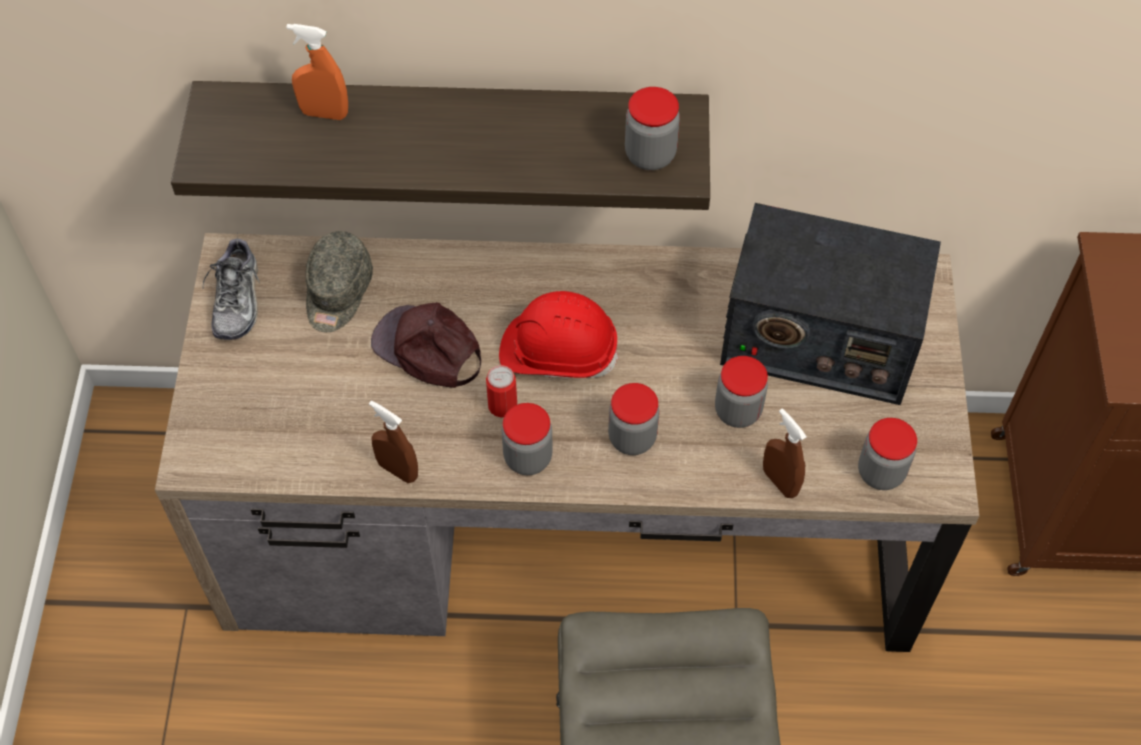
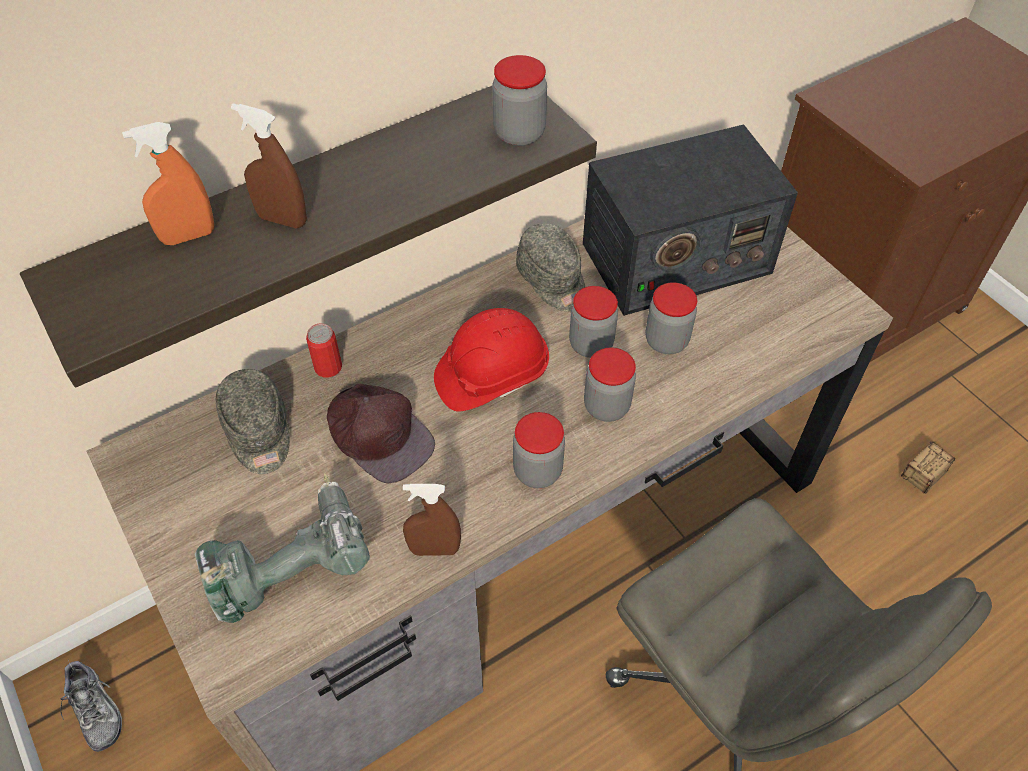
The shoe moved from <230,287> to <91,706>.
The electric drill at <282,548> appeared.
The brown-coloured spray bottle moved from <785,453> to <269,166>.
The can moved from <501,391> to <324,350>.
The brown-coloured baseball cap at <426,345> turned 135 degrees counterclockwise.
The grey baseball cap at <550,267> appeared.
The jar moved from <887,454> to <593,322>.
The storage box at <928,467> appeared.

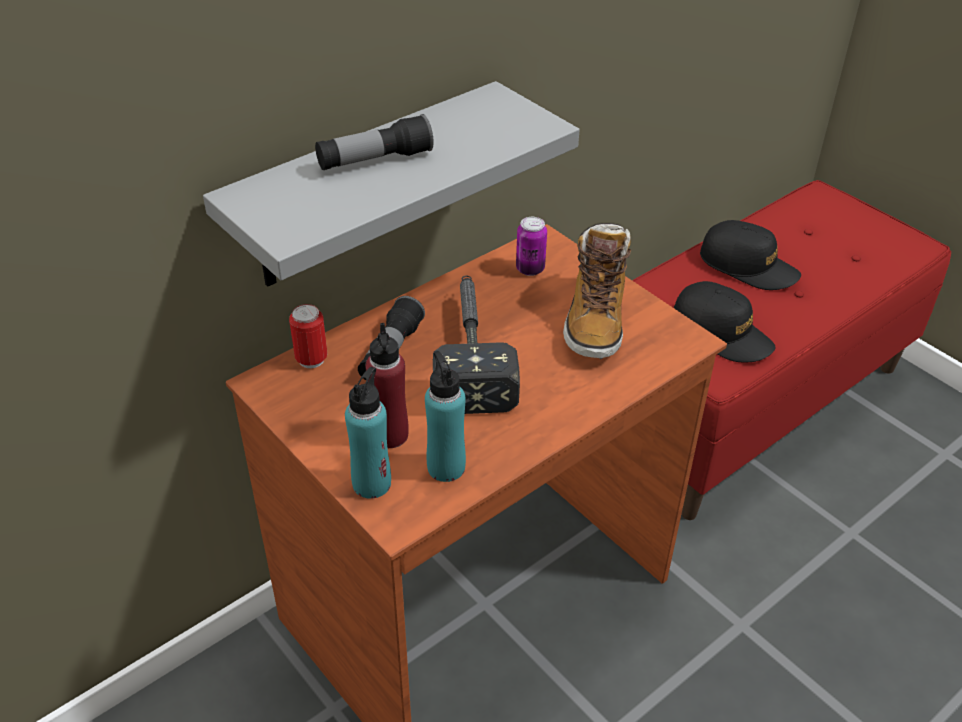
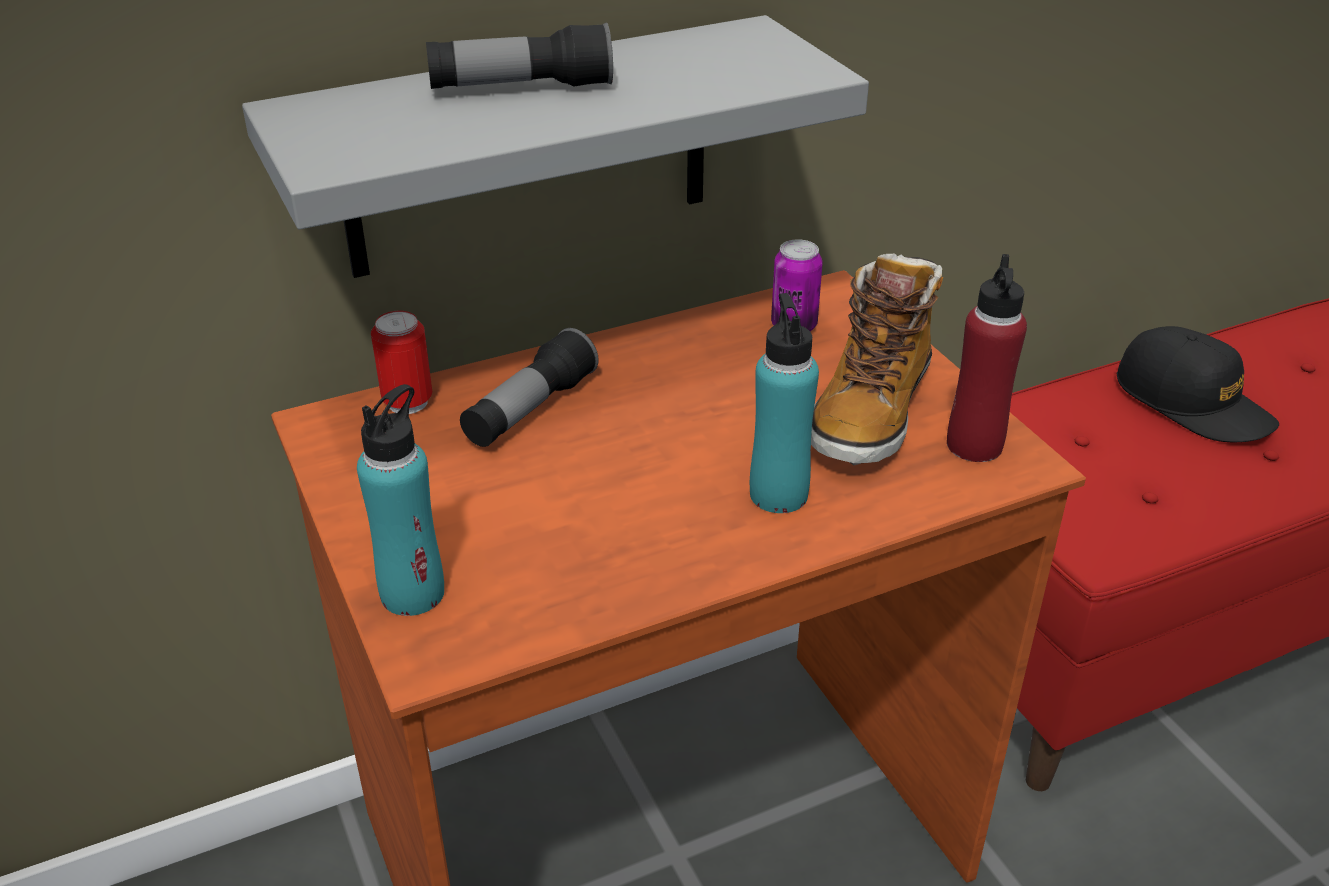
The blue-green bottle moved from <445,416> to <784,403>.
The red bottle moved from <387,385> to <987,358>.
The tool hammer at <476,345> disappeared.
The blackish baseball cap at <725,322> disappeared.

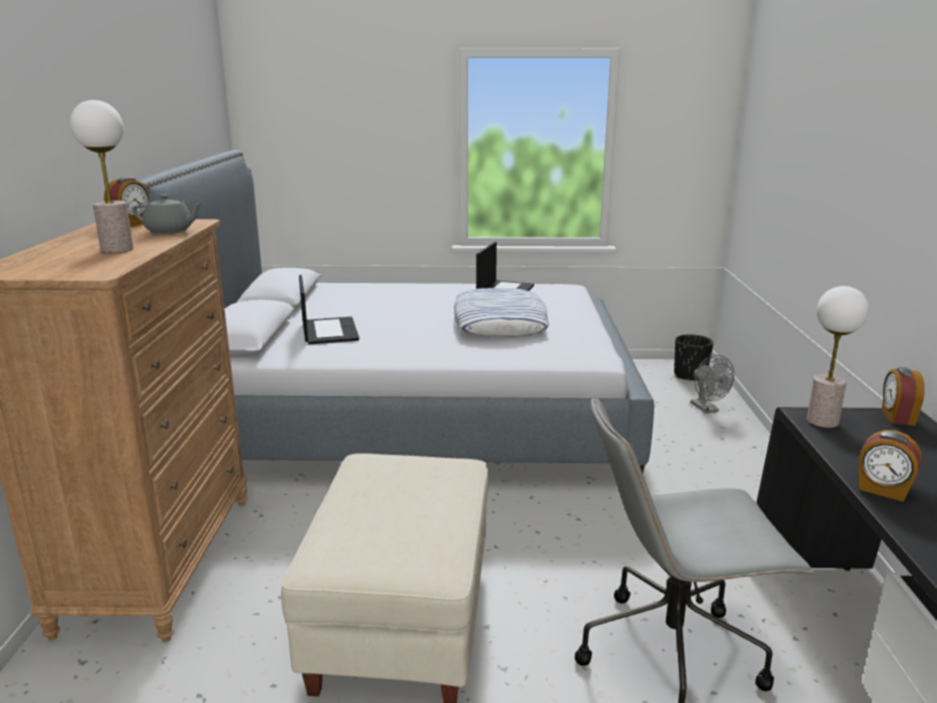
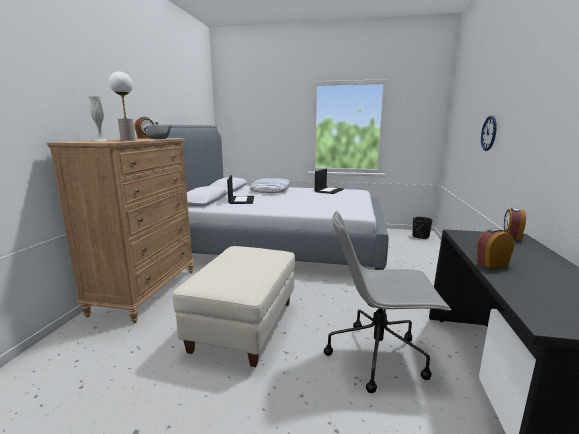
The whitish flower vase at <98,118> appeared.
The pillow moved from <501,312> to <270,185>.
The table clock at <890,466> turned 120 degrees clockwise.
The clock on the wall at <489,133> appeared.
The grey fan at <712,384> disappeared.
The tabletop lamp at <838,357> disappeared.

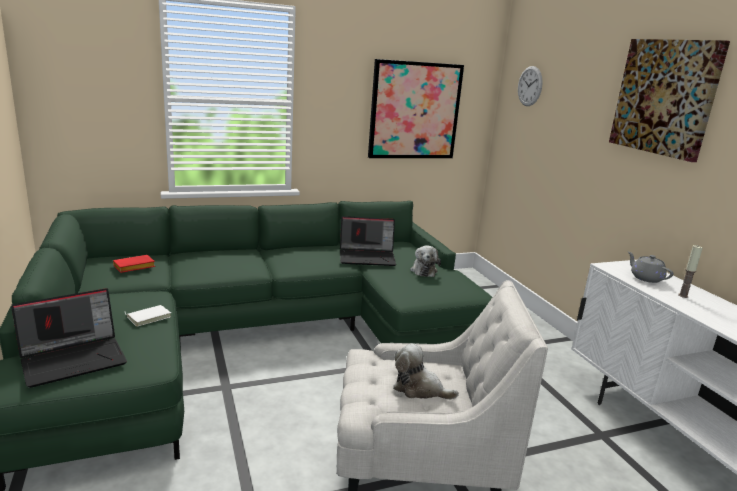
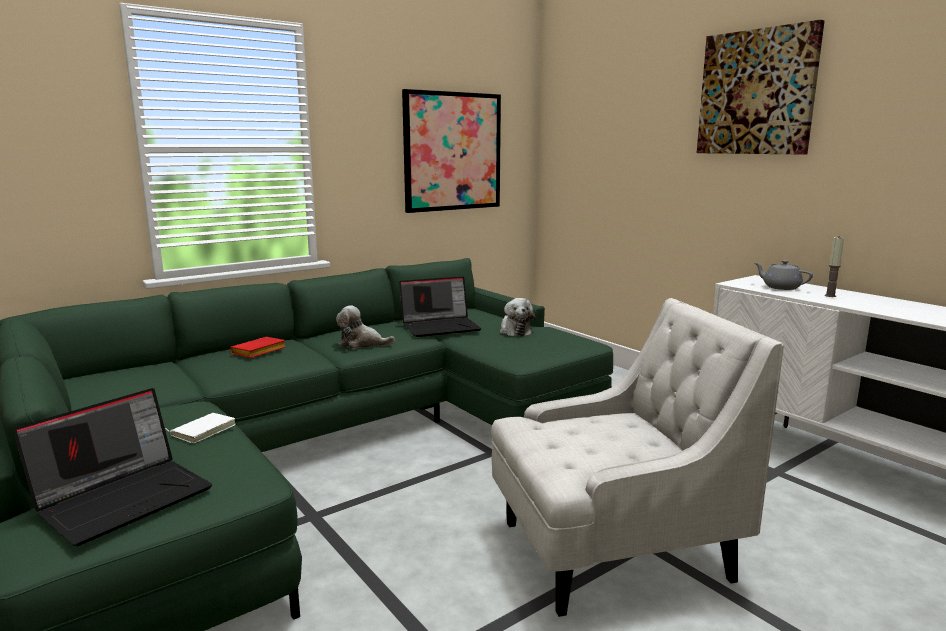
The red bound book moved from <134,264> to <258,347>.
The plush toy moved from <426,371> to <365,327>.
The clock on the wall at <530,86> disappeared.

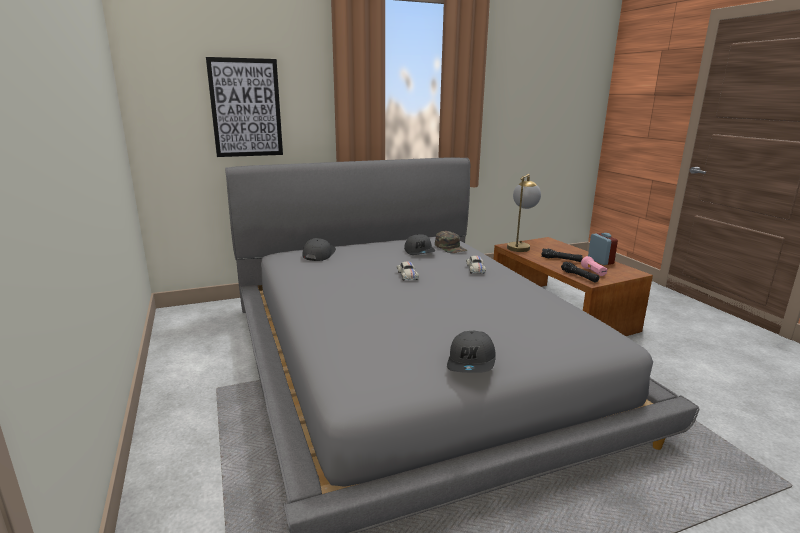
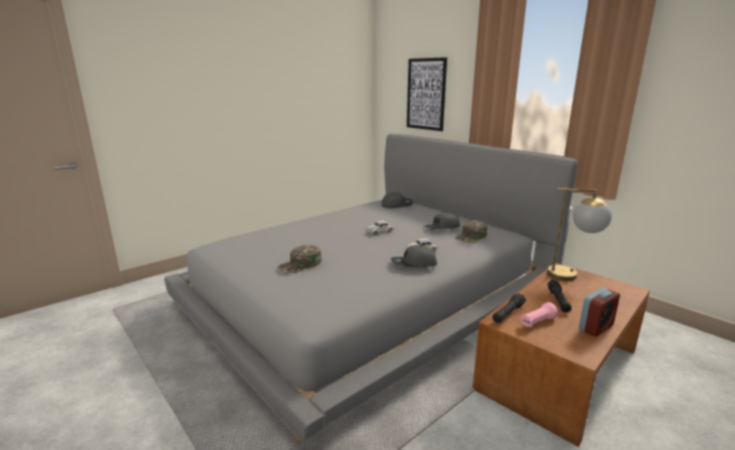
The greenish baseball cap at <299,259> appeared.
The grey baseball cap moved from <471,352> to <414,256>.

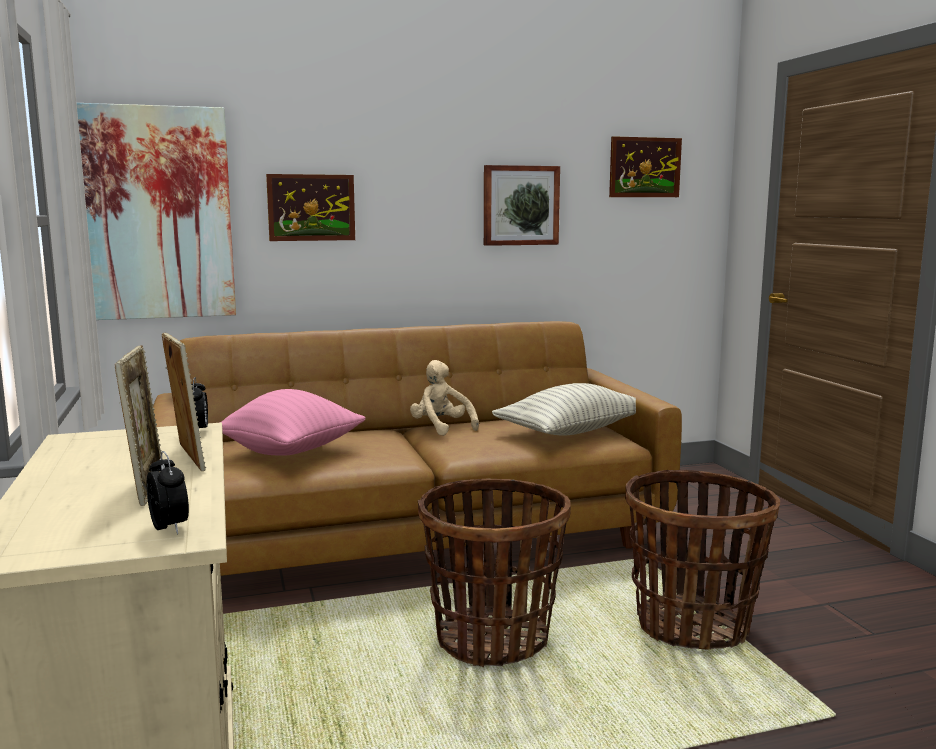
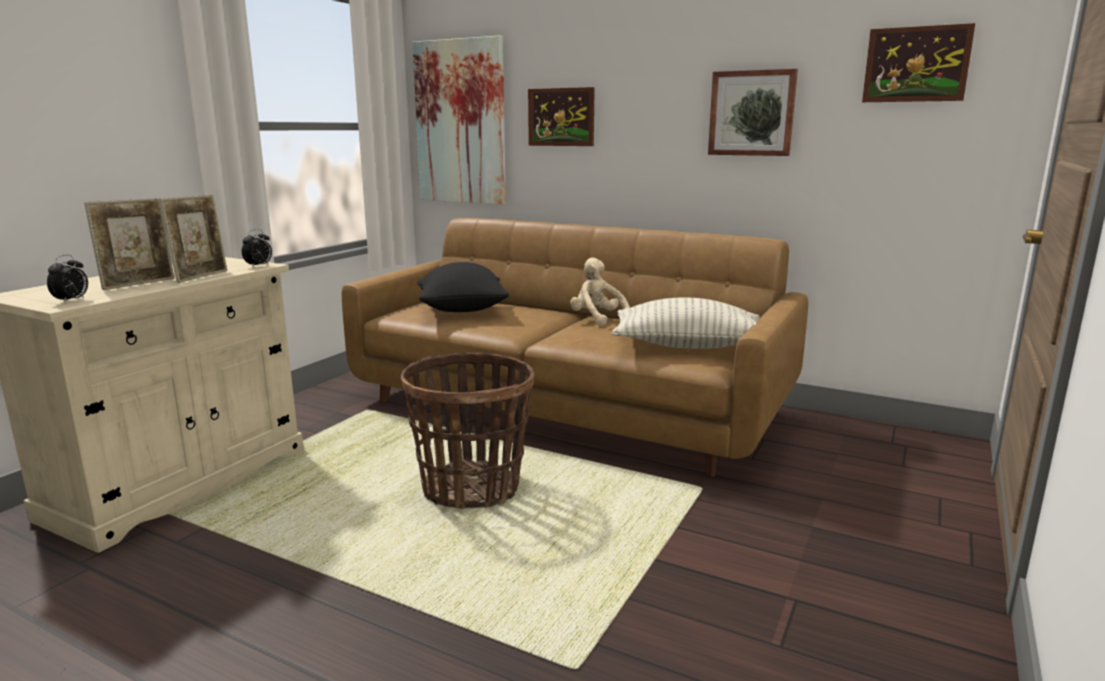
The pinkish pillow at <292,422> became the blackish pillow at <463,287>.
The beige-coloured plush toy at <444,398> turned 45 degrees counterclockwise.
The storage basket at <702,560> disappeared.

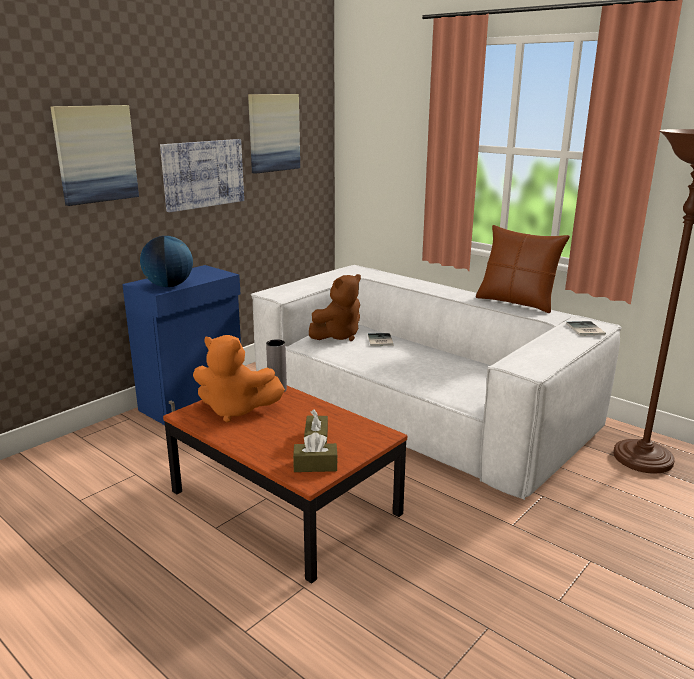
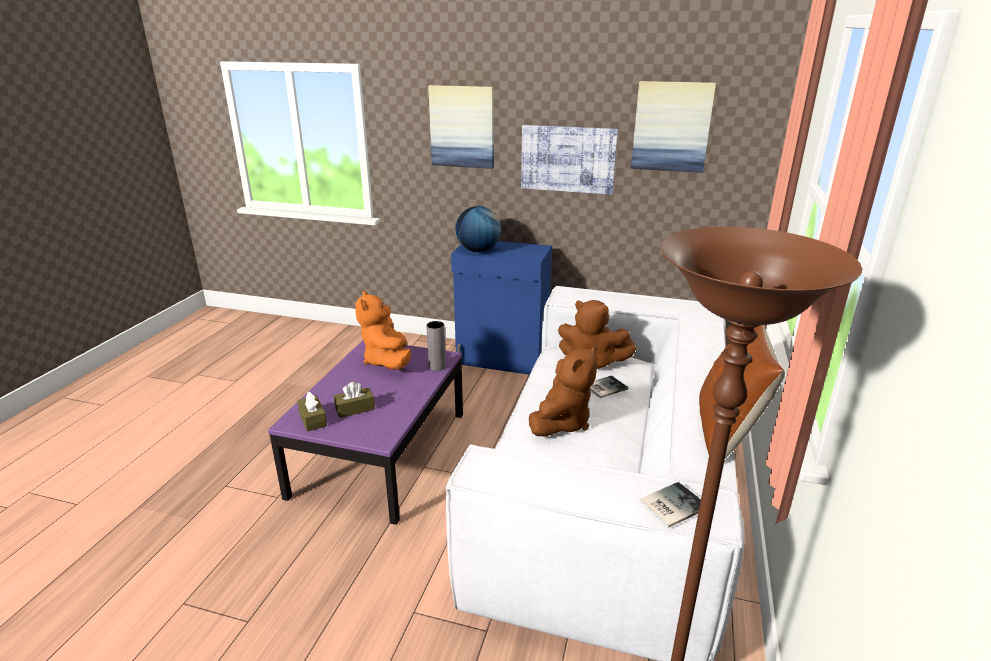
The brown-coloured lounge table at <285,485> became the purple lounge table at <365,432>.
The brown-coloured plush toy at <563,391> appeared.

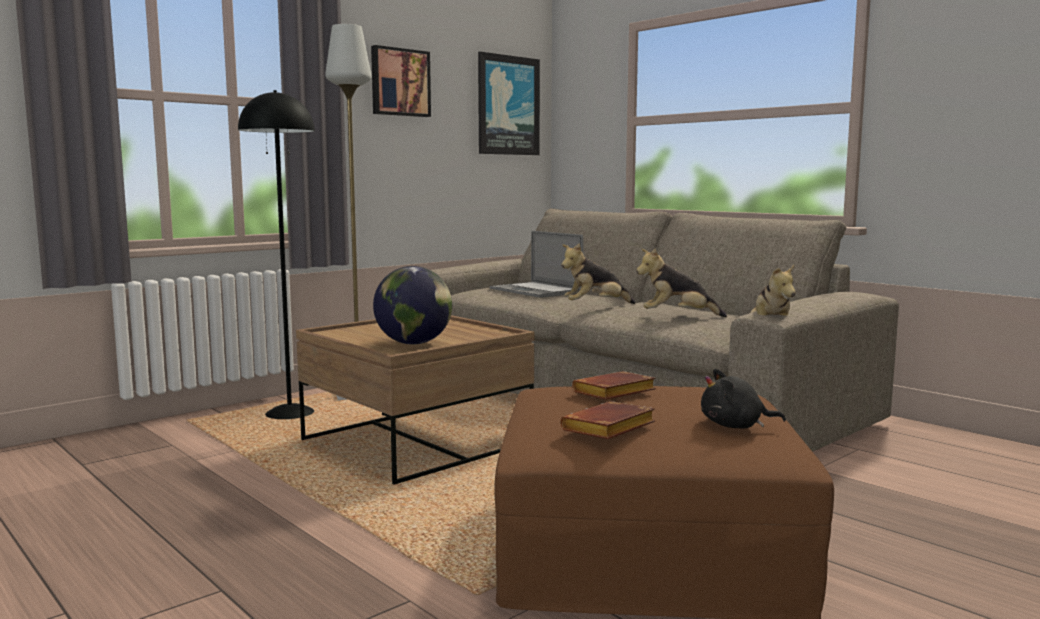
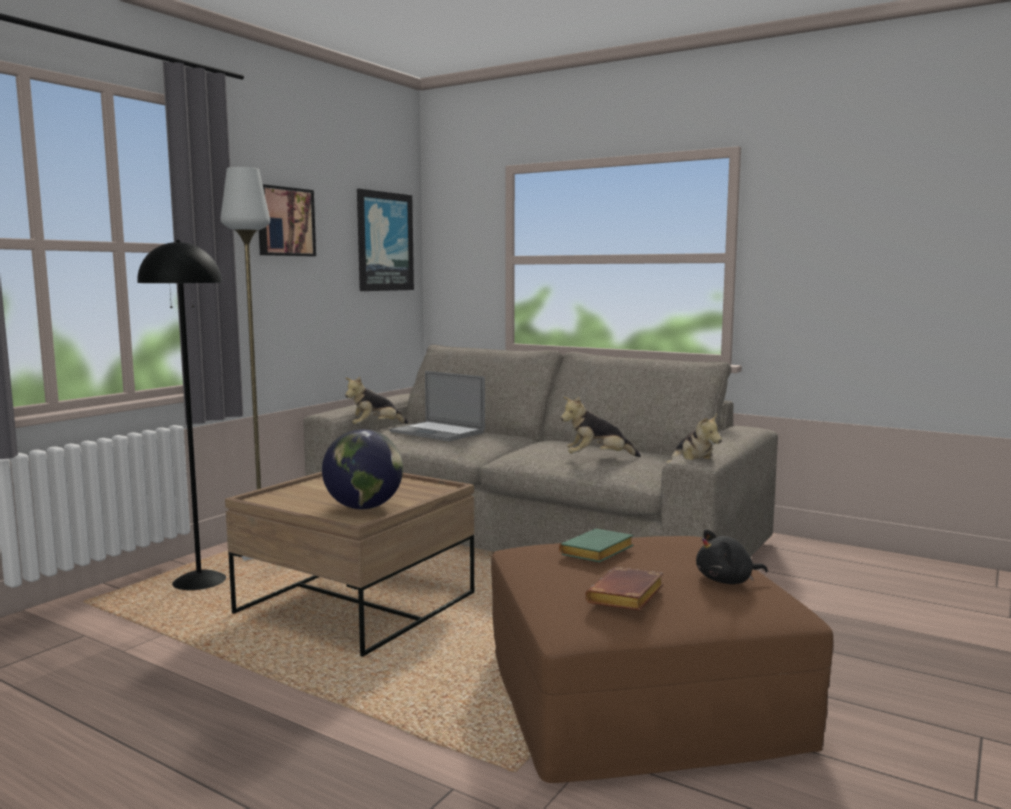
The plush toy moved from <598,273> to <376,400>.
The brown-coloured bound book at <614,385> became the greenish bound book at <596,545>.

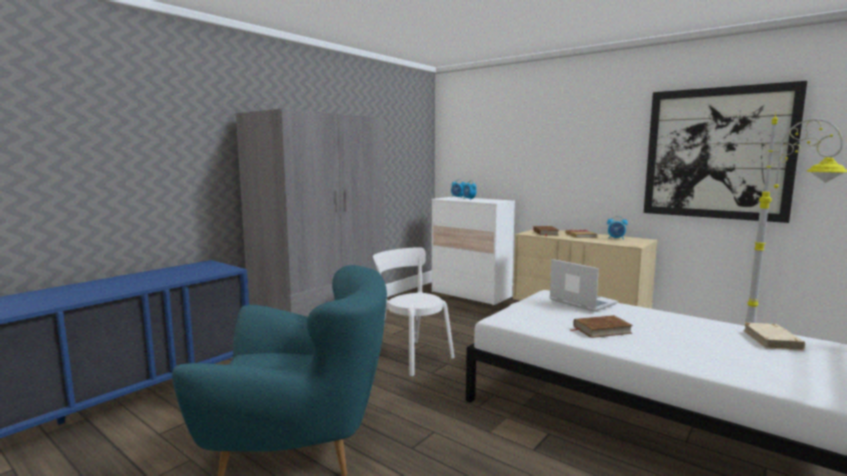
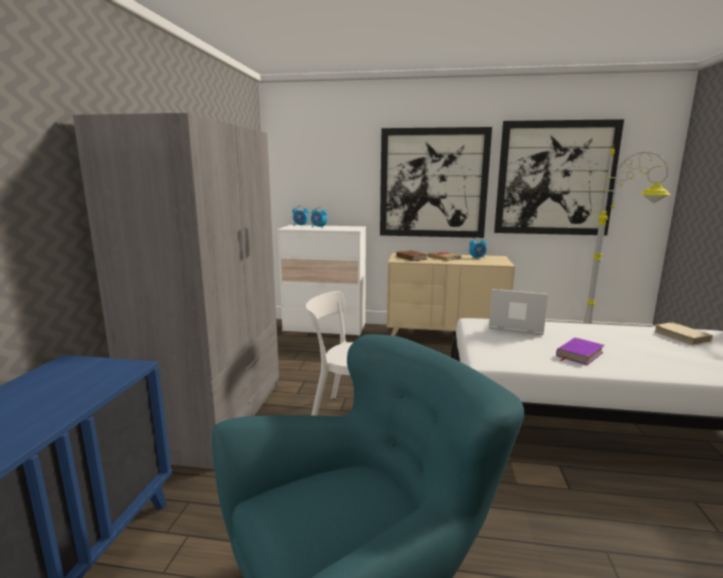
The wall art at <436,182> appeared.
The brown-coloured bound book at <602,326> became the purple bound book at <580,351>.

